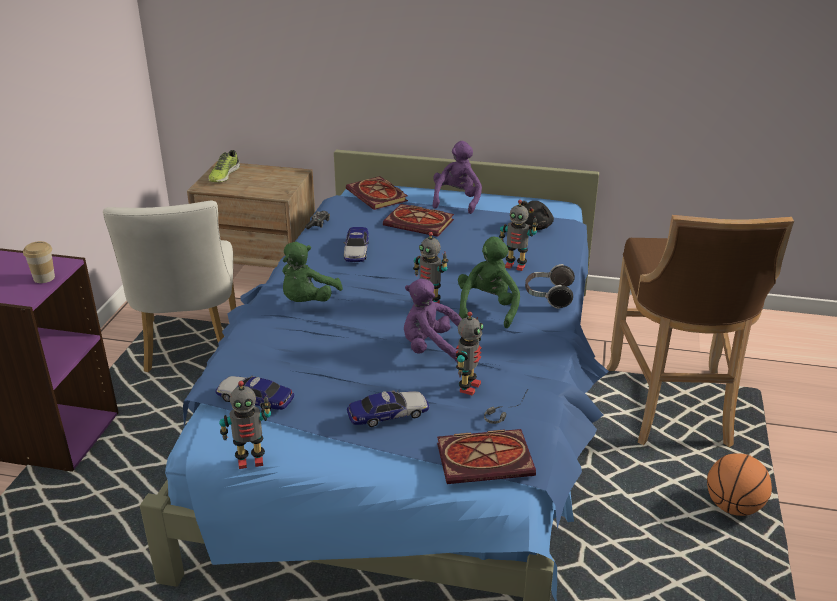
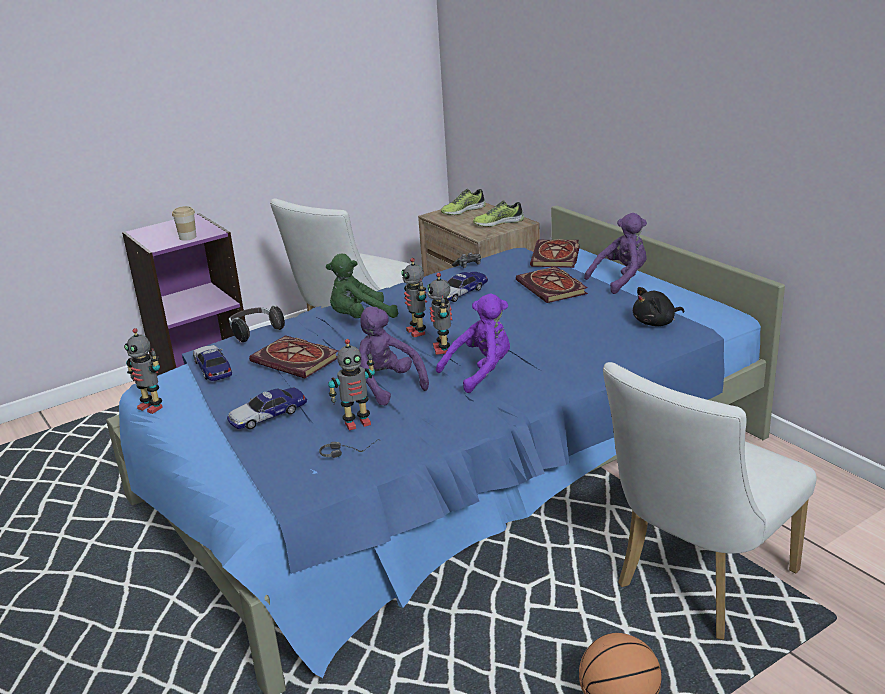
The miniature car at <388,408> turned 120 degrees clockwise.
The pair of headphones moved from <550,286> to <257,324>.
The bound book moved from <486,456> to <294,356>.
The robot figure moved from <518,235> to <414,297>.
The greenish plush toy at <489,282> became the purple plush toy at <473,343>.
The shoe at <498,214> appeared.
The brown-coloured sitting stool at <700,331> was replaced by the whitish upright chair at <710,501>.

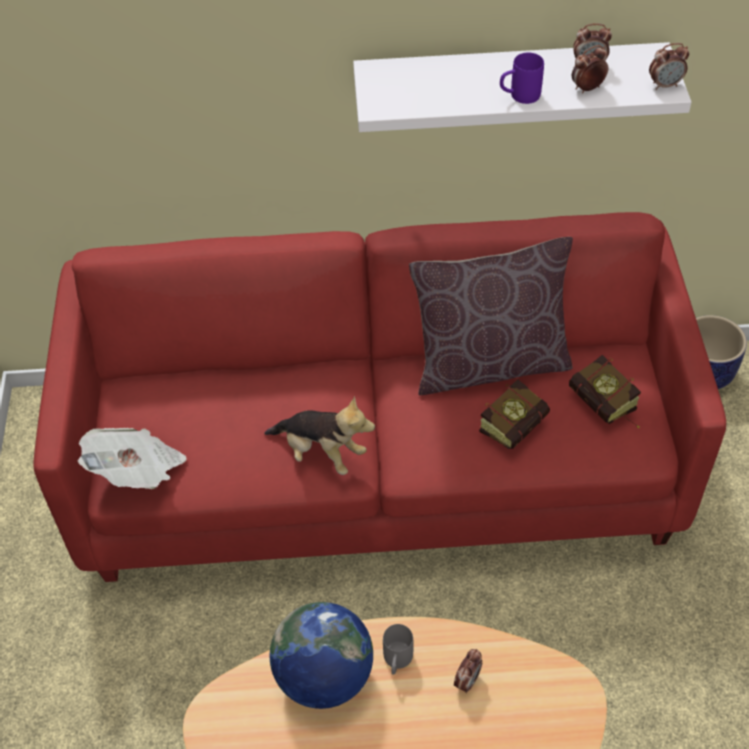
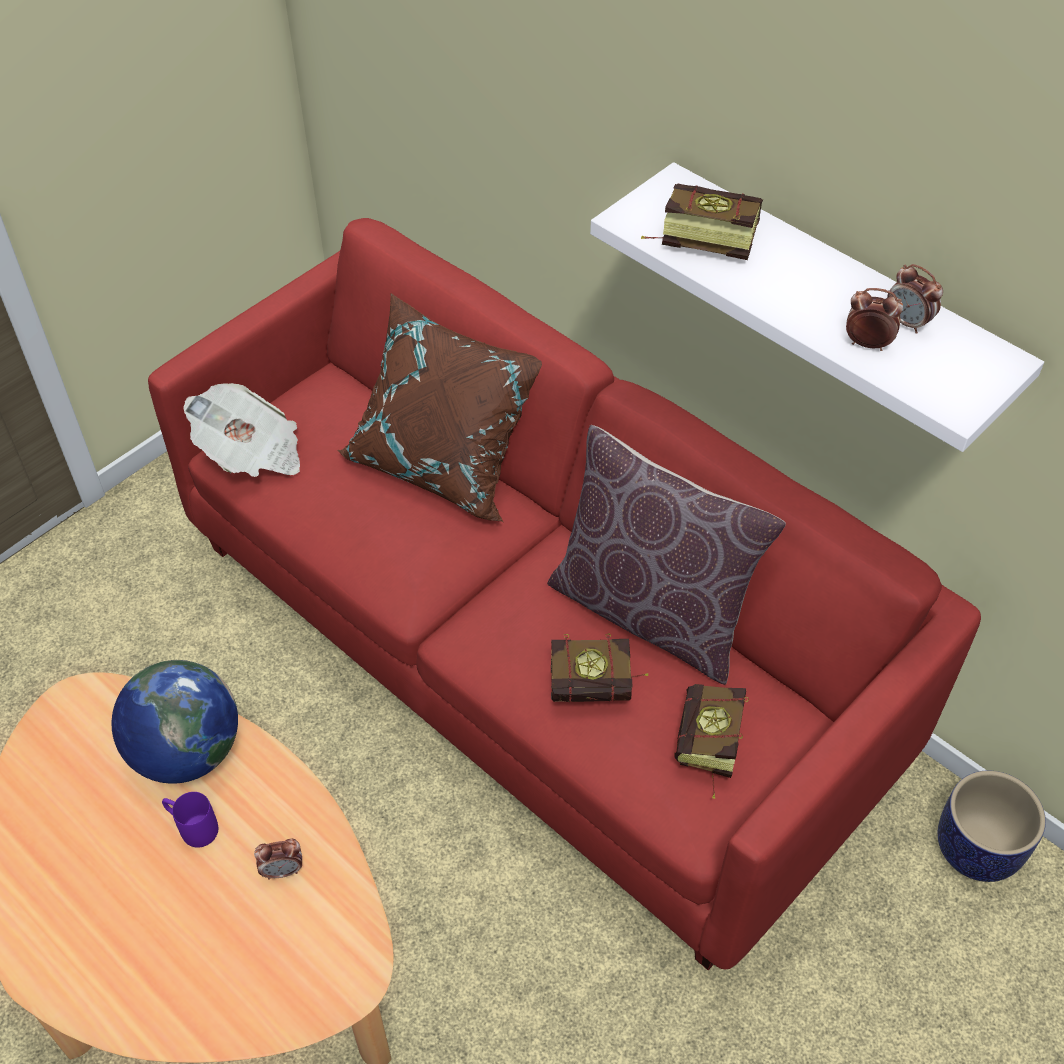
The purple tea mug moved from <522,78> to <190,820>.
The brown-coloured pillow at <439,407> appeared.
The bound book at <702,222> appeared.
The plush toy at <319,435> disappeared.
The grey tea mug at <398,649> disappeared.
The table clock at <669,66> disappeared.

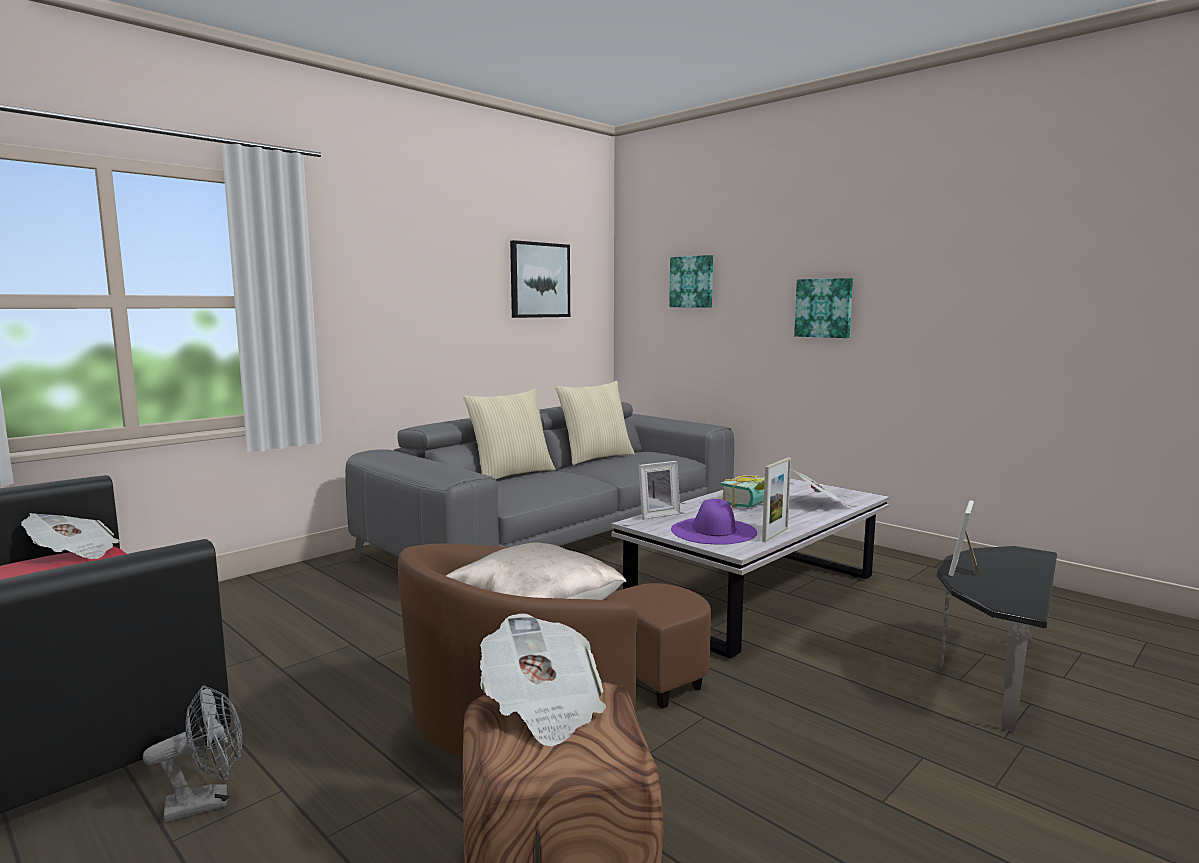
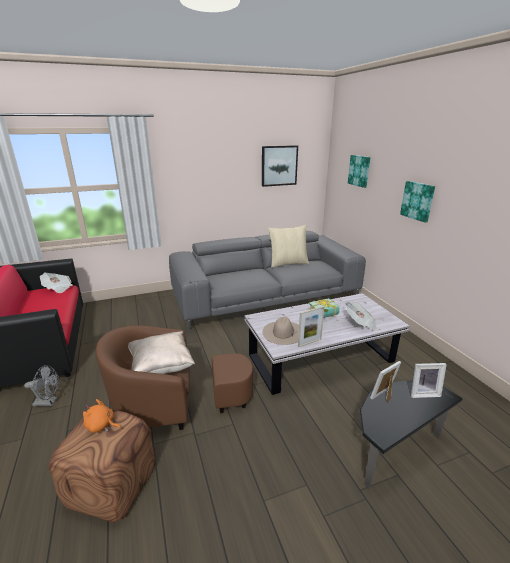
The printed paper at <543,680> was replaced by the orange-coloured plush toy at <102,416>.
The purple wearable hat at <714,522> became the beige-coloured wearable hat at <280,331>.
The picture frame moved from <659,490> to <429,380>.
The beige-coloured pillow at <509,434> disappeared.

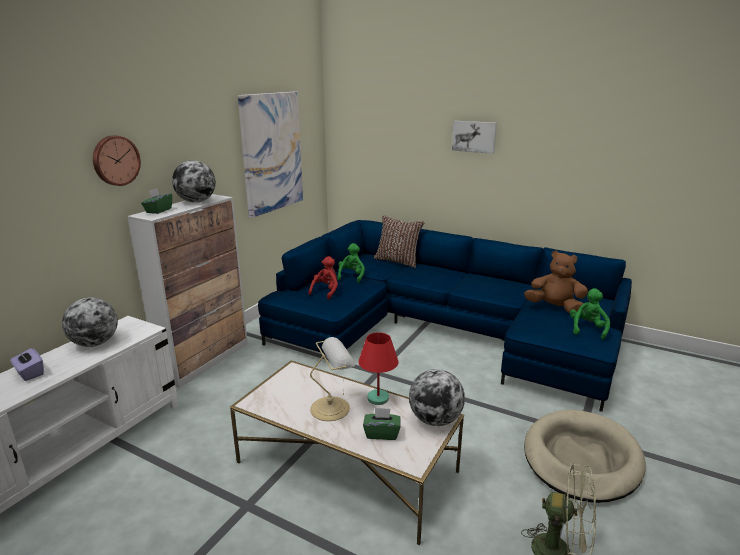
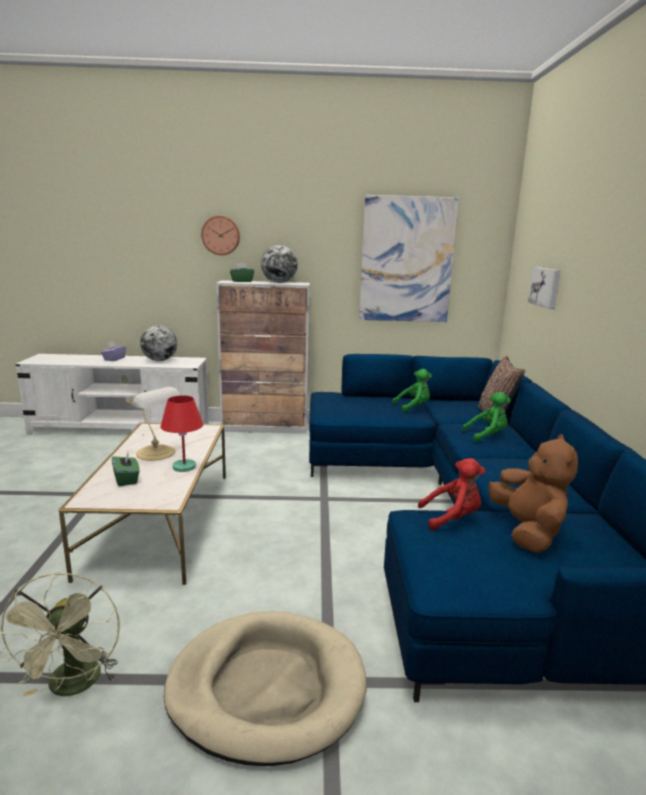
The red plush toy moved from <323,278> to <451,494>.
The greenish plush toy moved from <590,314> to <486,417>.
The wall art moved from <474,137> to <544,288>.
The desk globe at <437,397> disappeared.

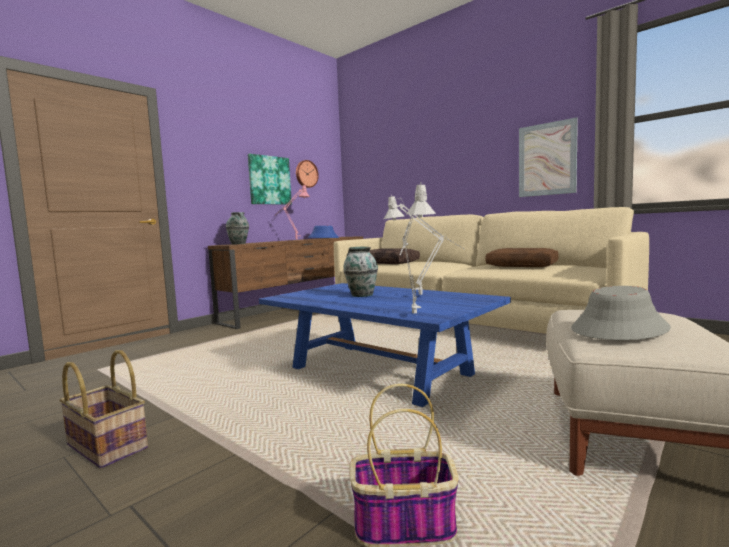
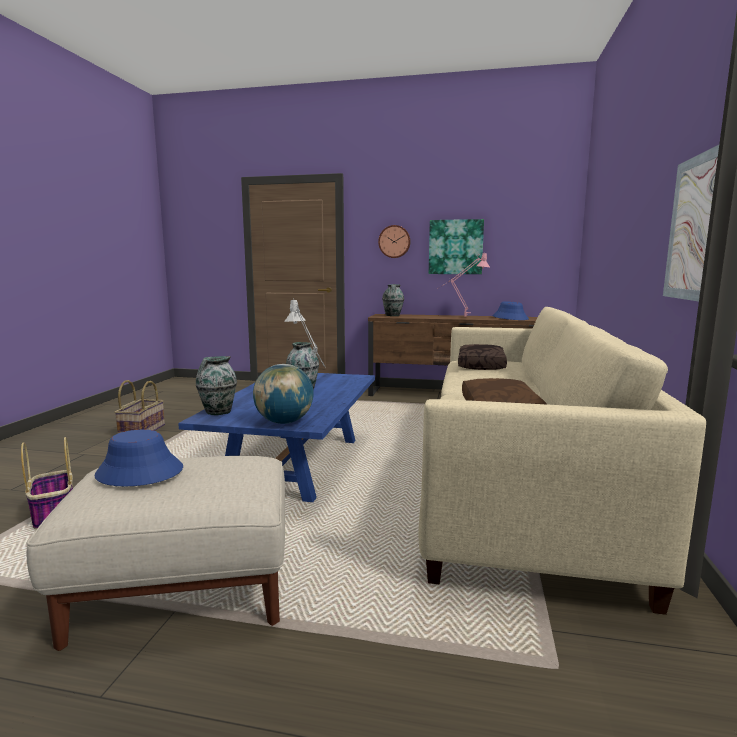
The grey wearable hat at <621,313> became the blue wearable hat at <138,458>.
The grey tabletop lamp at <418,247> was replaced by the flower vase at <216,385>.
The desk globe at <283,394> appeared.
The clock on the wall moved from <307,174> to <394,241>.

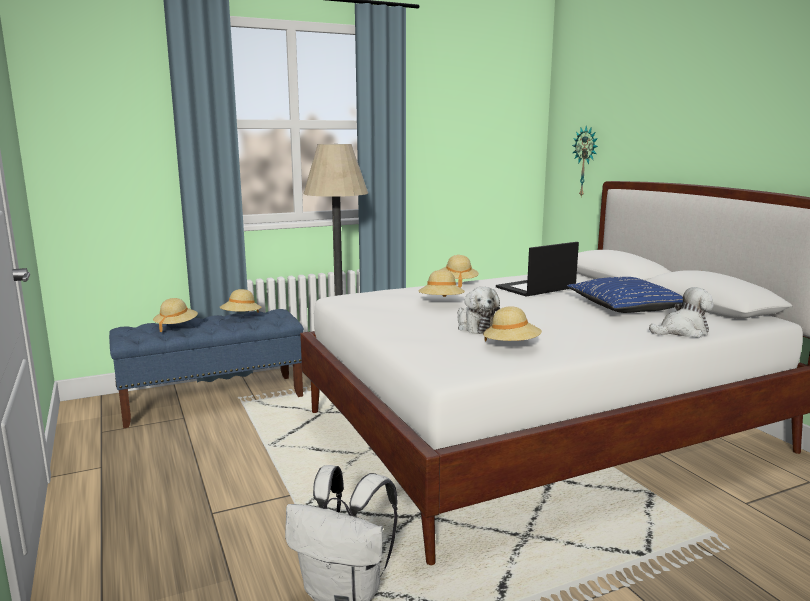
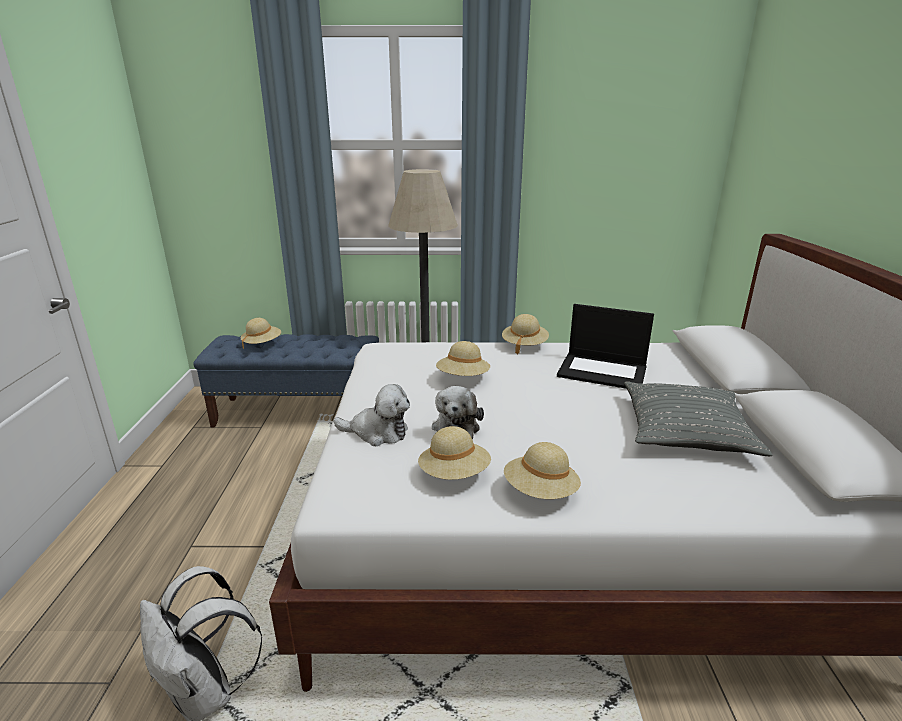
The plush toy moved from <681,312> to <371,415>.
The beige-coloured wearable hat moved from <240,301> to <542,470>.
The portable computer at <537,269> turned 150 degrees counterclockwise.
The blue pillow at <625,295> became the grey pillow at <698,419>.
The clock on the wall at <585,161> disappeared.

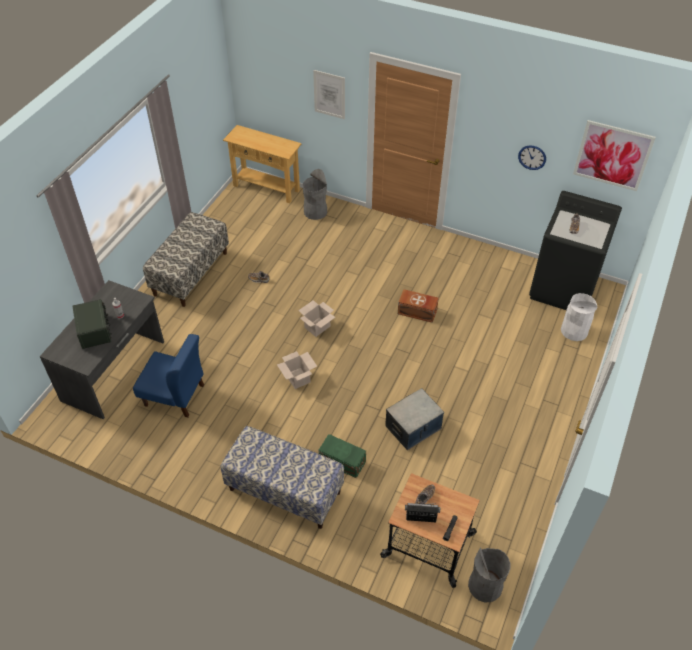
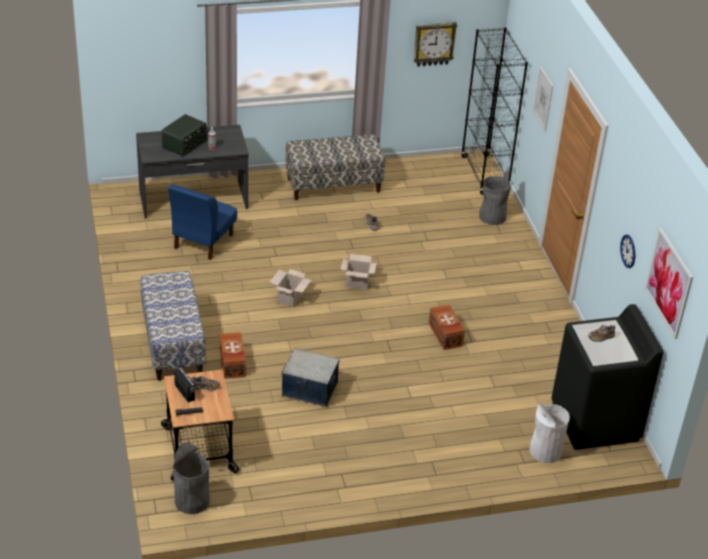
The blue upright chair at <168,375> turned 45 degrees clockwise.
The greenish storage box at <342,456> became the brown-coloured storage box at <233,355>.
The clock on the wall at <435,44> appeared.
The beige-coloured narrow table at <262,164> was replaced by the blackish shelving unit at <494,111>.

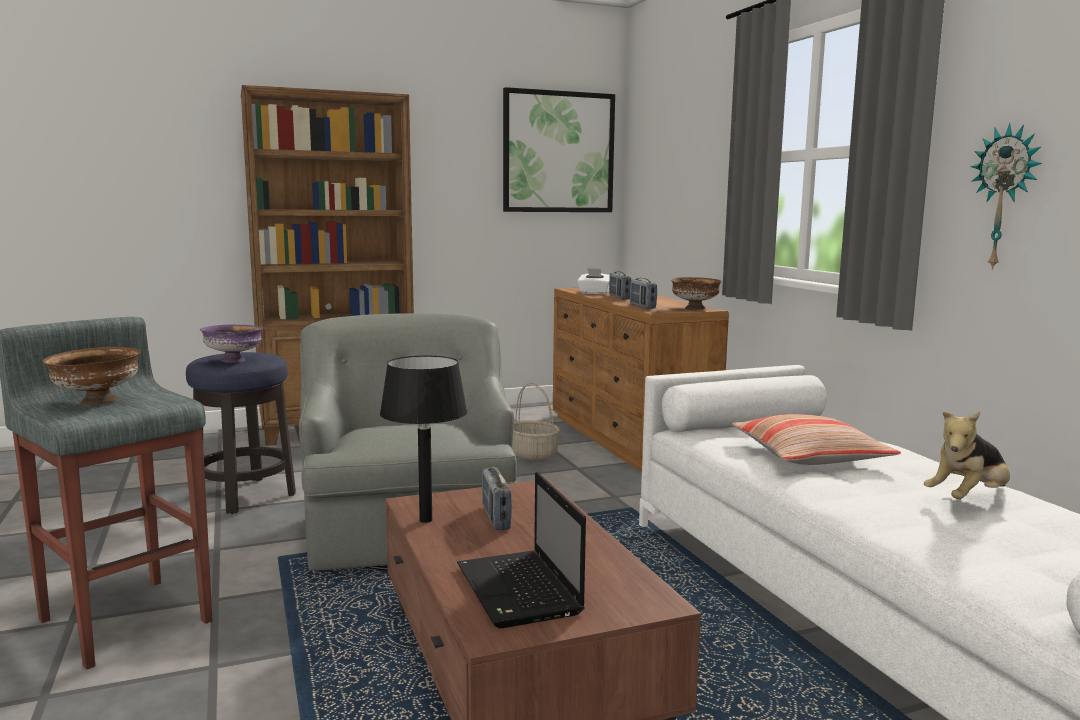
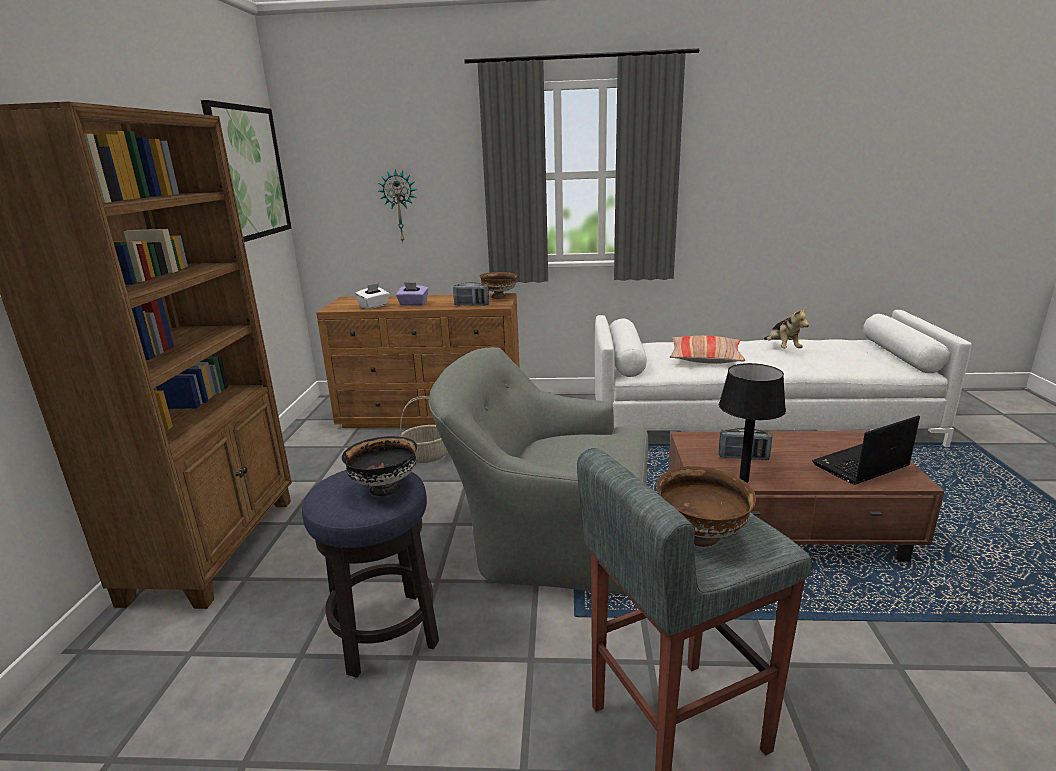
The purple deep dish at <232,344> became the blackish deep dish at <379,466>.
The clock on the wall moved from <1006,196> to <398,205>.
The radio set at <620,285> was replaced by the purple box of tissues at <412,294>.
The portable computer at <521,550> turned 150 degrees clockwise.

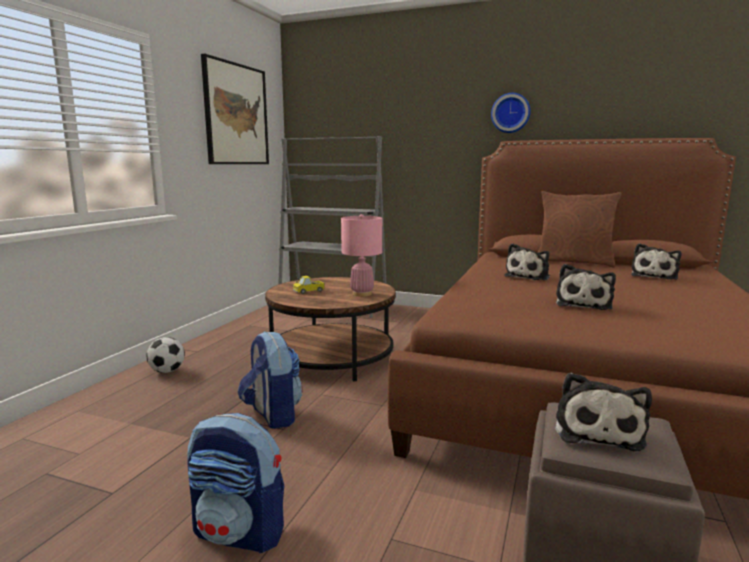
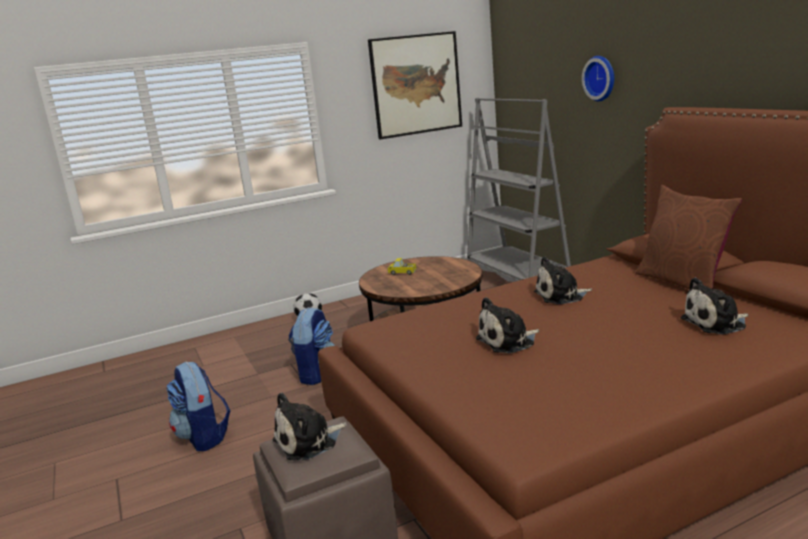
The clock on the wall moved from <511,113> to <598,78>.
The pinkish tabletop lamp at <361,255> disappeared.

